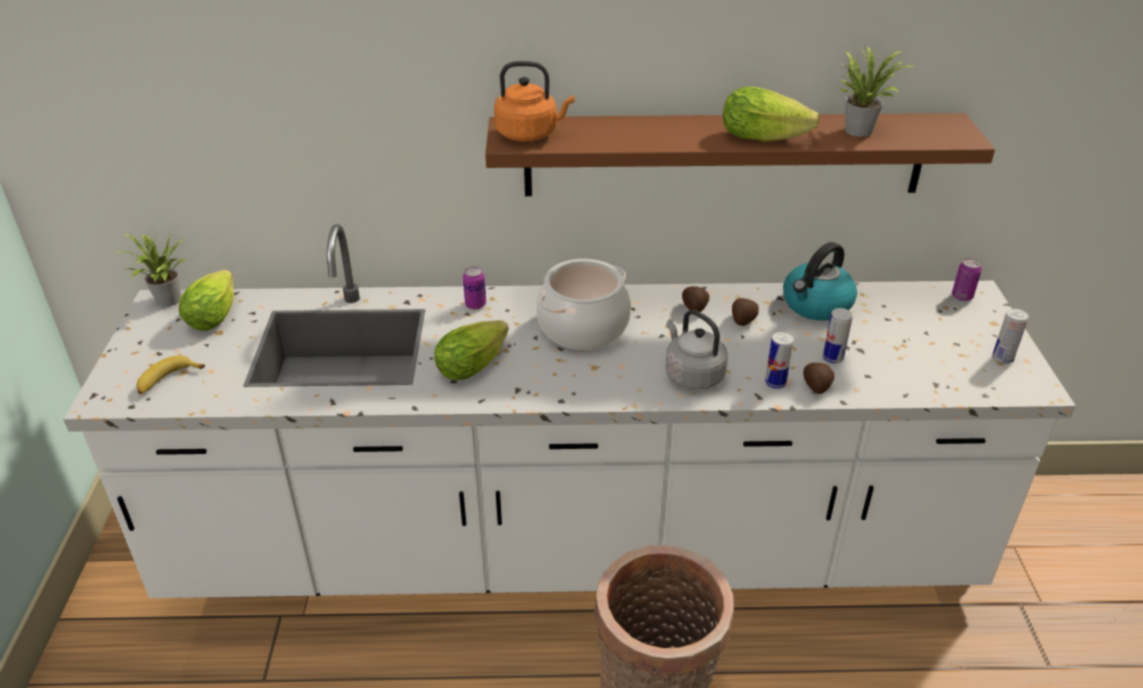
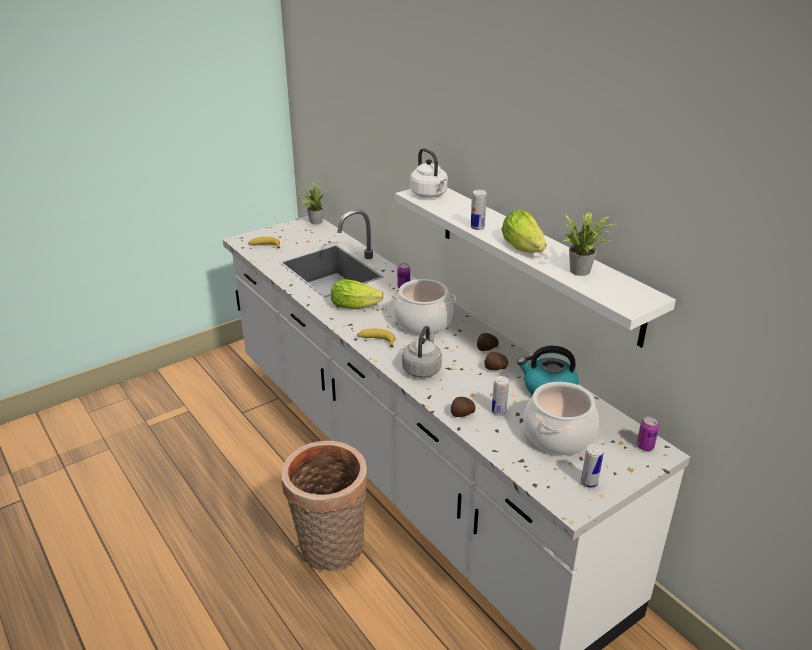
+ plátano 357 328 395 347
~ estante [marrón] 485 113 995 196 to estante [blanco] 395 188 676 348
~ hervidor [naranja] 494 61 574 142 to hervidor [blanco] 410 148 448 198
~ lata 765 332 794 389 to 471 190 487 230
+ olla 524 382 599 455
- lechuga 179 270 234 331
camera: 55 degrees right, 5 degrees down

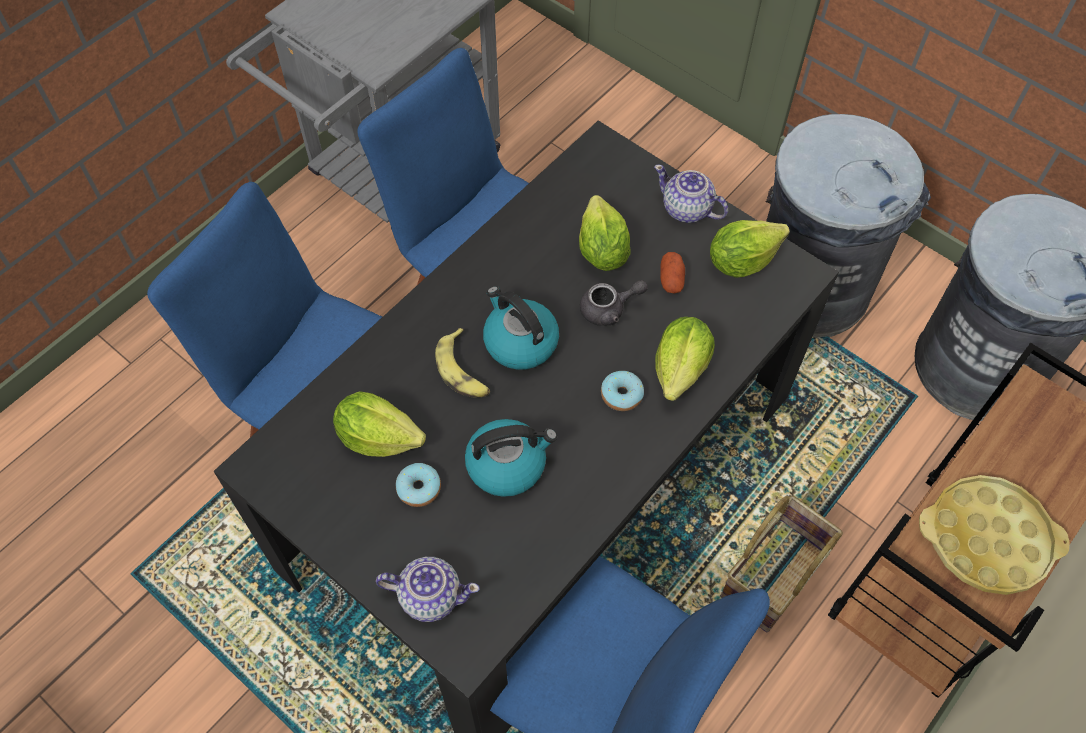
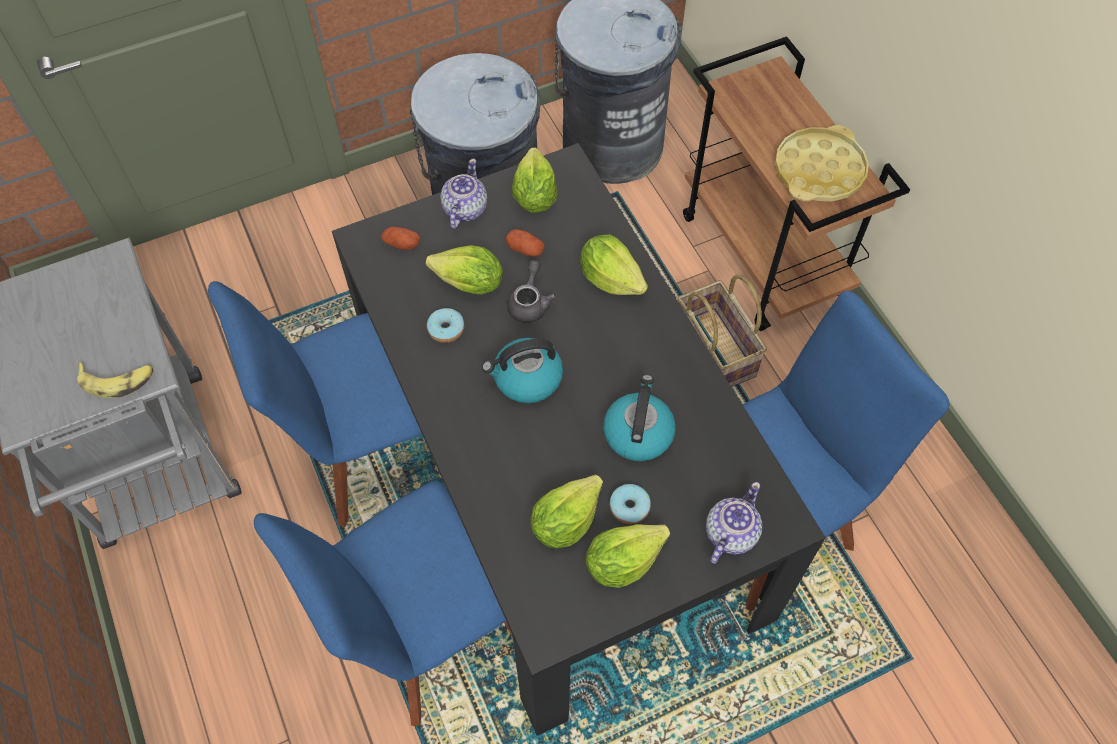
~ plátano 435 328 490 397 to 77 362 153 398
+ patata 381 227 420 250
~ rosquilla 601 371 644 411 to 427 308 464 343
~ tetera 654 165 728 223 = 440 159 488 229 135 degrees clockwise
+ lechuga 586 524 670 588
camera: 65 degrees left, 0 degrees up

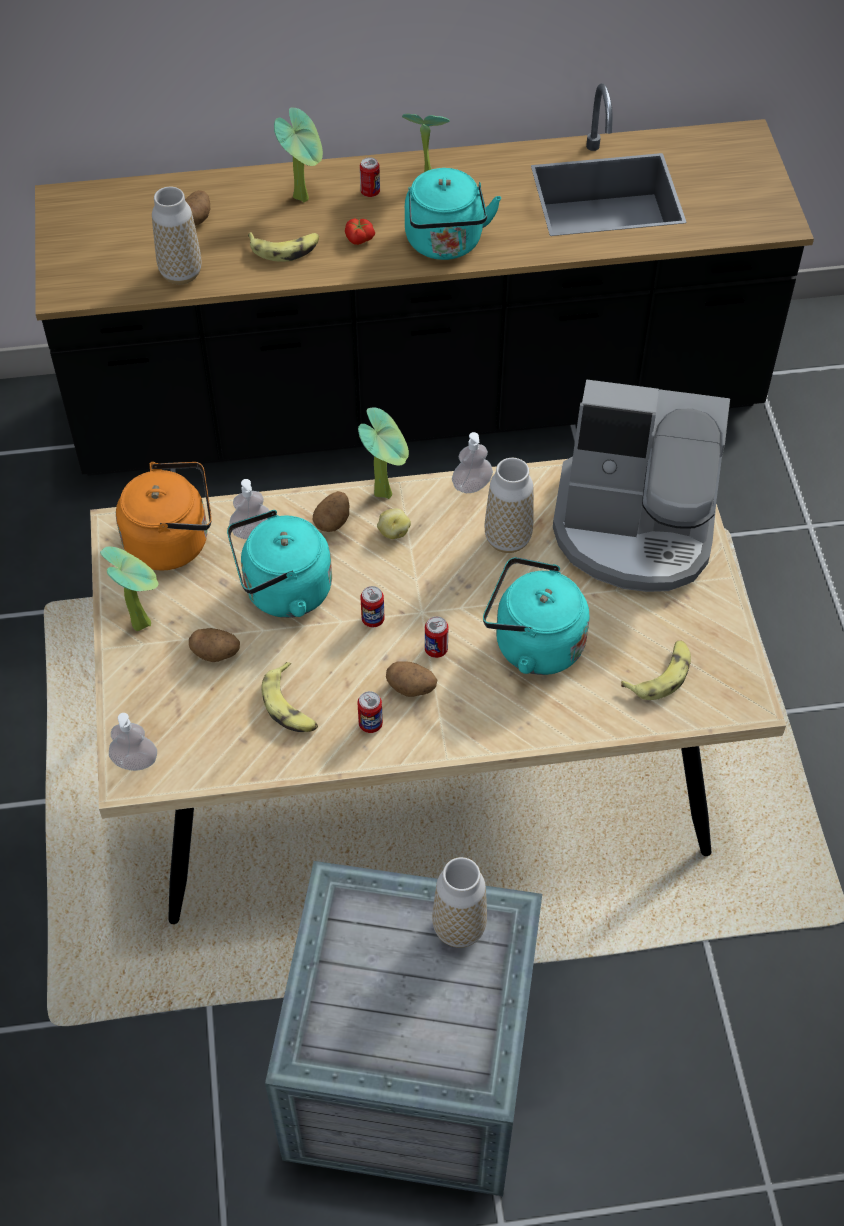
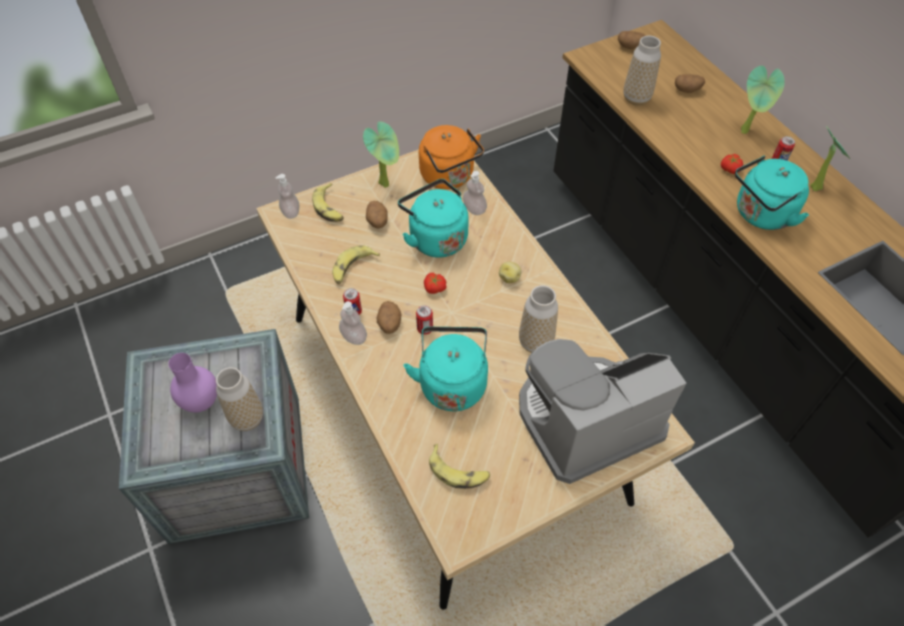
+ florero [morado] 168 353 217 413
~ plátano 248 232 319 262 to 312 183 344 222
~ dispensador de jabón 452 432 493 493 to 339 301 367 345
~ lata 360 586 385 627 to tomate 424 273 447 294
~ cafetera 553 379 730 592 = 519 339 687 484 75 degrees clockwise
~ patata 313 491 349 532 to 618 31 646 49
- planta en maceta 358 407 409 499
camera: 70 degrees right, 0 degrees up

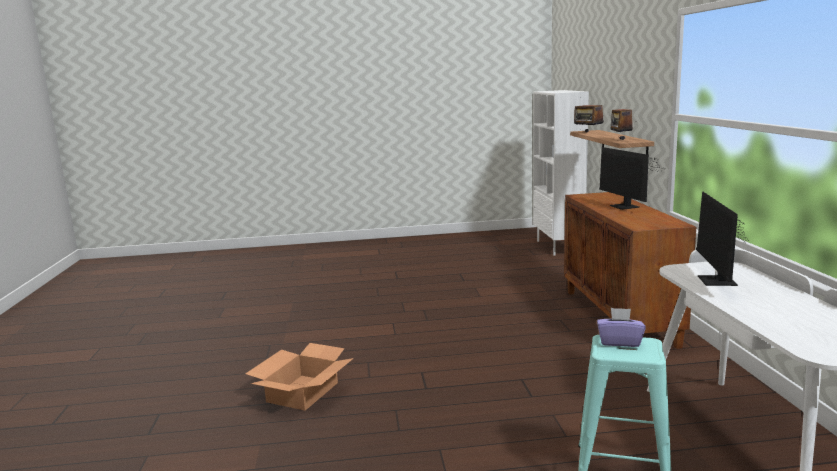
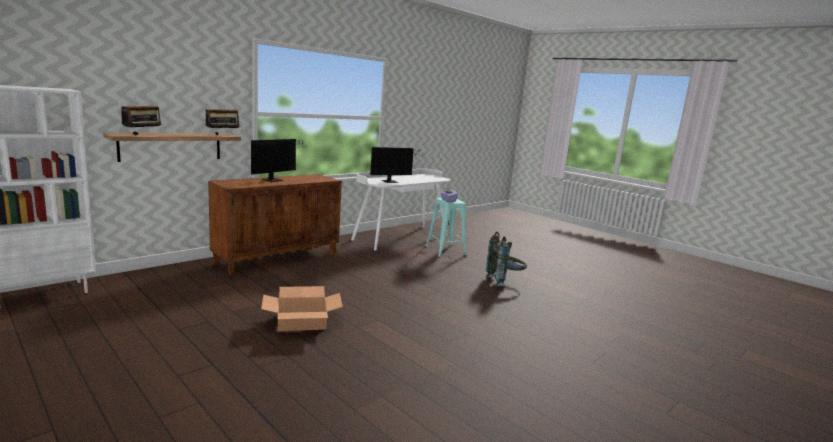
~ caja de cartón 245 343 354 411 to 261 286 343 331
+ mochila [gris] 486 232 527 286
camera: 130 degrees left, 0 degrees up

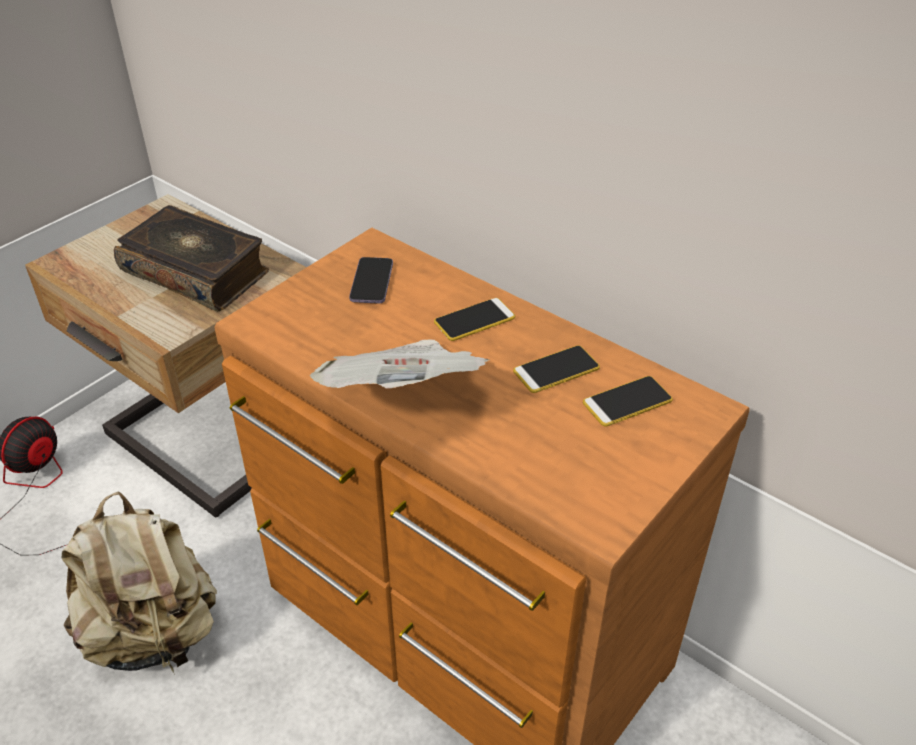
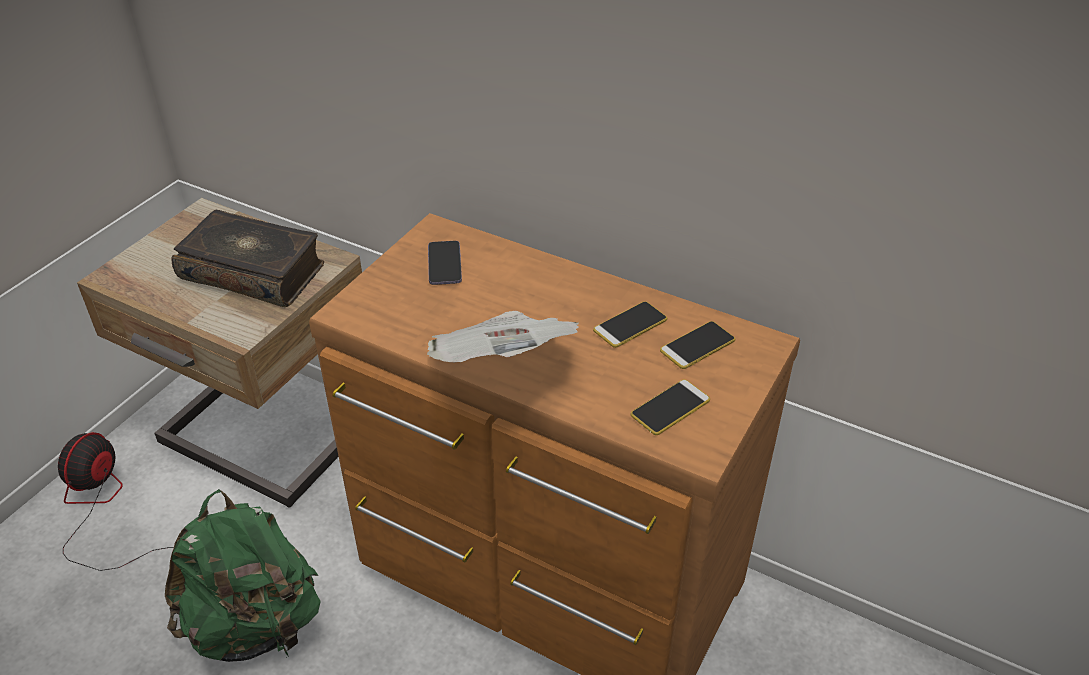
~ mochila [beis] 61 491 217 675 to mochila [verde] 165 489 321 662
~ móvil 434 298 515 341 to 631 379 710 435
camera: 10 degrees left, 0 degrees up

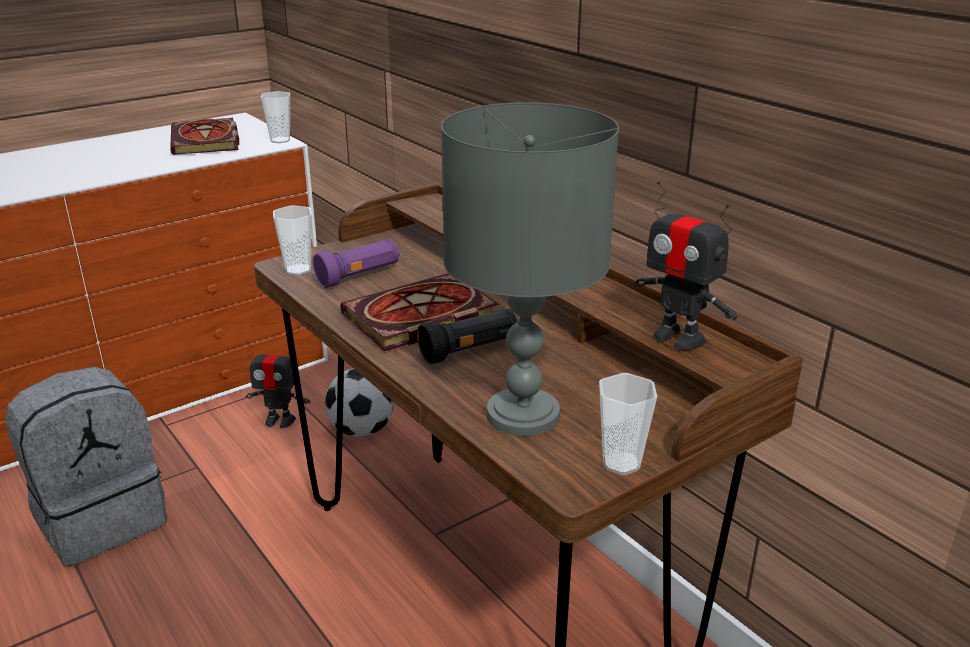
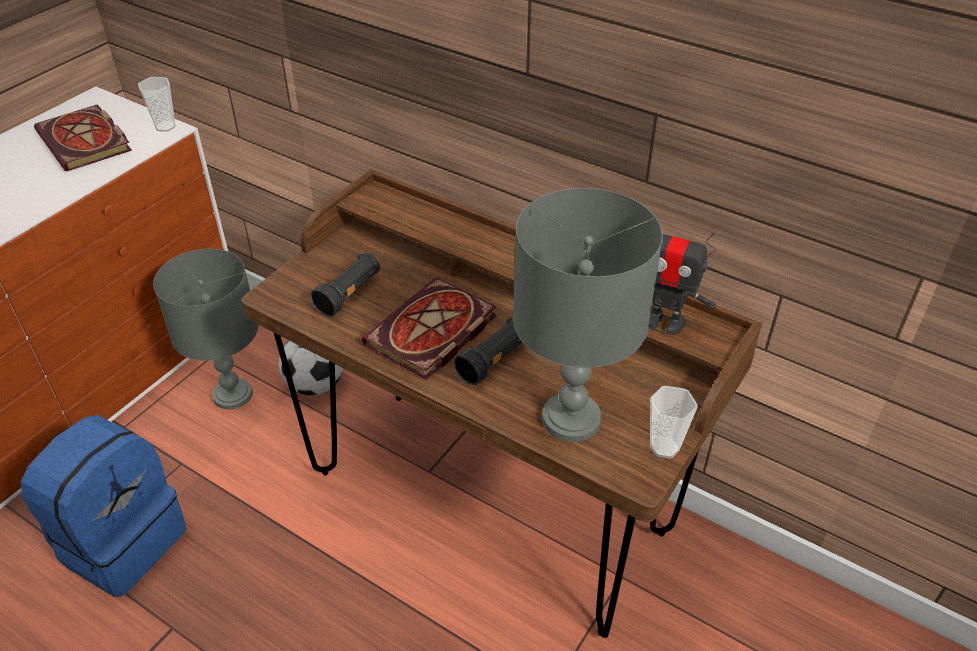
~ mochila [gris] 5 367 167 566 to mochila [azul] 21 415 186 597
~ robot de juguete 246 341 310 428 to lámpara de mesa [gris] 153 249 258 410
~ linterna [morado] 313 239 400 288 to linterna [negro] 311 253 380 317
- taza 273 205 312 275
camera: 20 degrees left, 15 degrees up

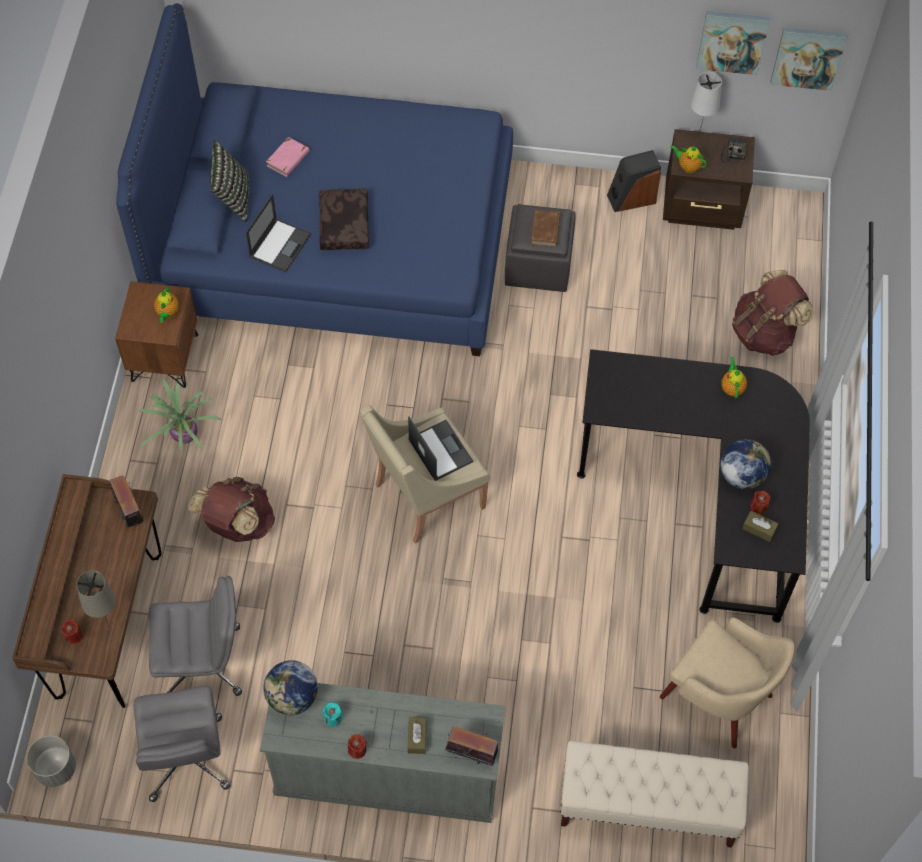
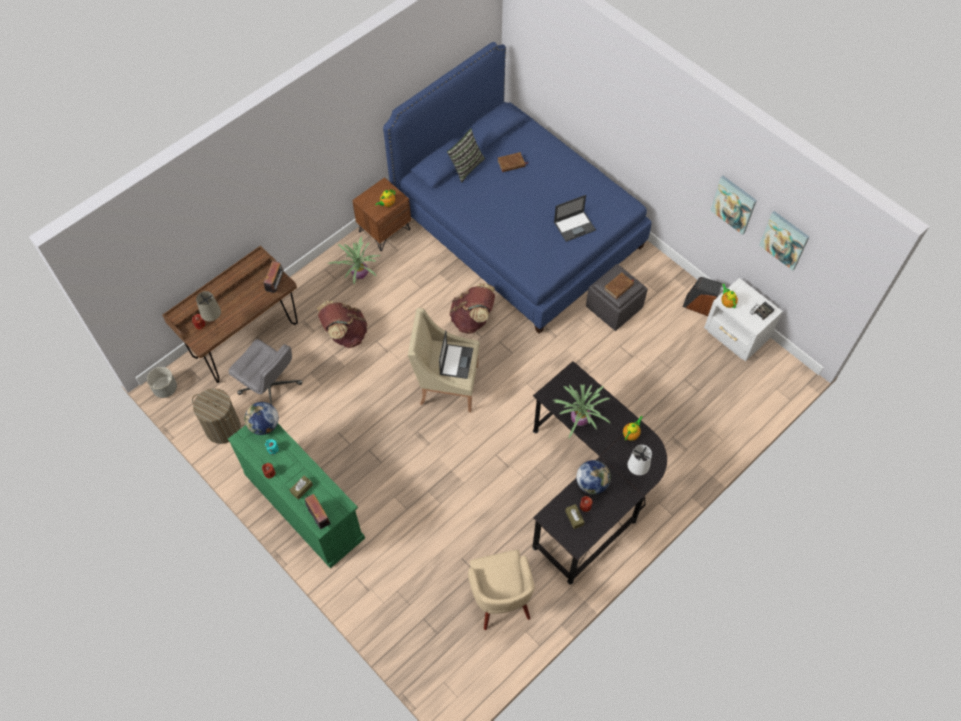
~ silla de oficina [gris] 134 686 230 802 to cesto de la ropa 192 388 241 444
~ cómoda [gris] 260 683 505 823 to cómoda [verde] 228 424 365 568
~ mochila [marrón] 732 270 814 356 to 449 283 495 334
~ libro [rosa] 266 137 309 177 to libro [marrón] 498 152 528 172
+ planta en maceta 553 384 611 438
~ portátil 246 194 311 272 to 554 195 596 242
~ lámpara de mesa [blanco] 691 72 722 140 to 628 445 652 478
~ mesita de noche [marrón] 663 129 755 230 to mesita de noche [blanco] 704 278 783 361
~ cuadro 770 28 847 91 to 711 176 757 235
- cojín [marrón] 319 189 369 250
- banco [beis] 560 740 749 848
camera: 40 degrees right, 0 degrees up

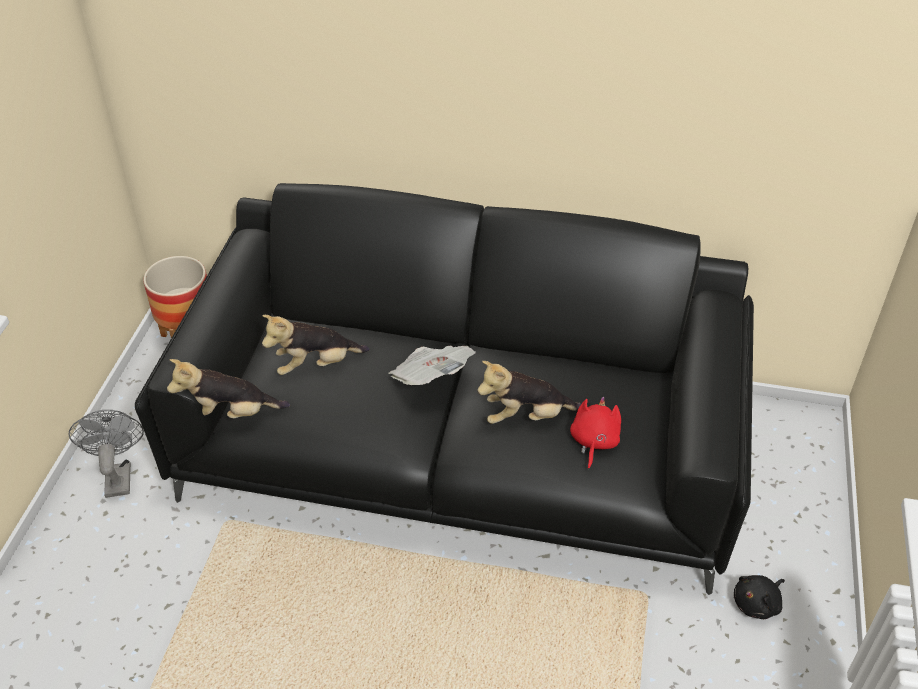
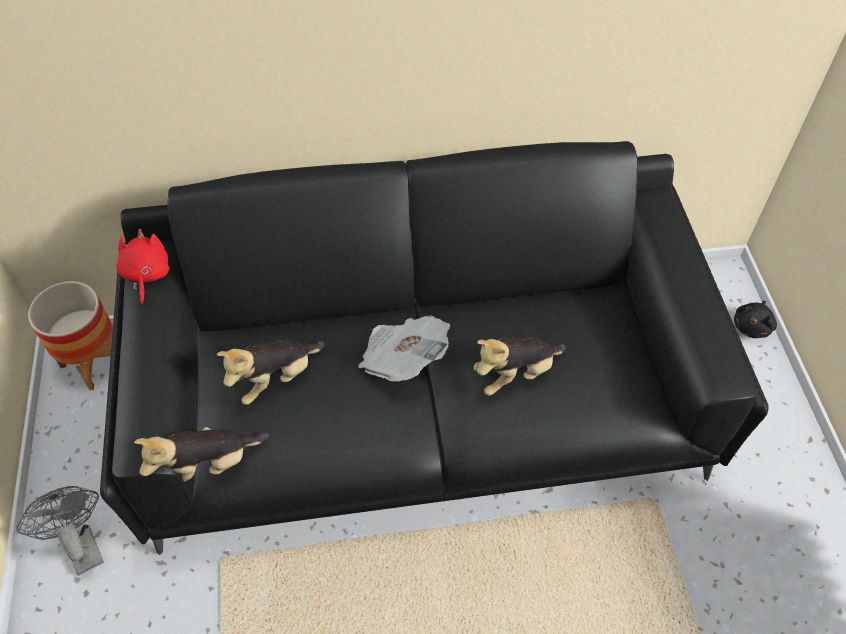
~ peluche [rojo] 570 397 621 469 to 116 229 169 305
~ peluche [negro] 734 575 785 619 to 734 301 777 338
camera: 20 degrees left, 10 degrees up

